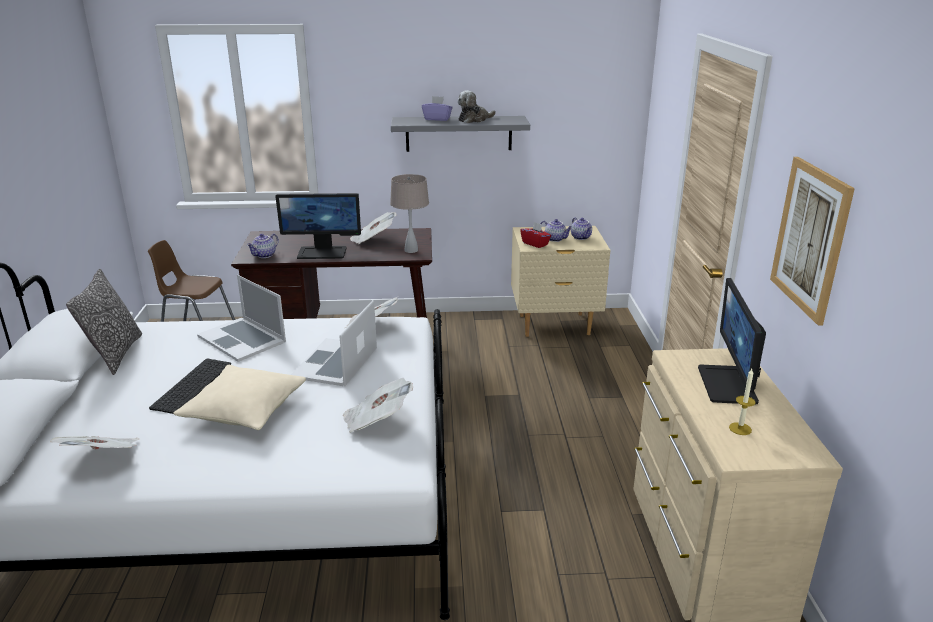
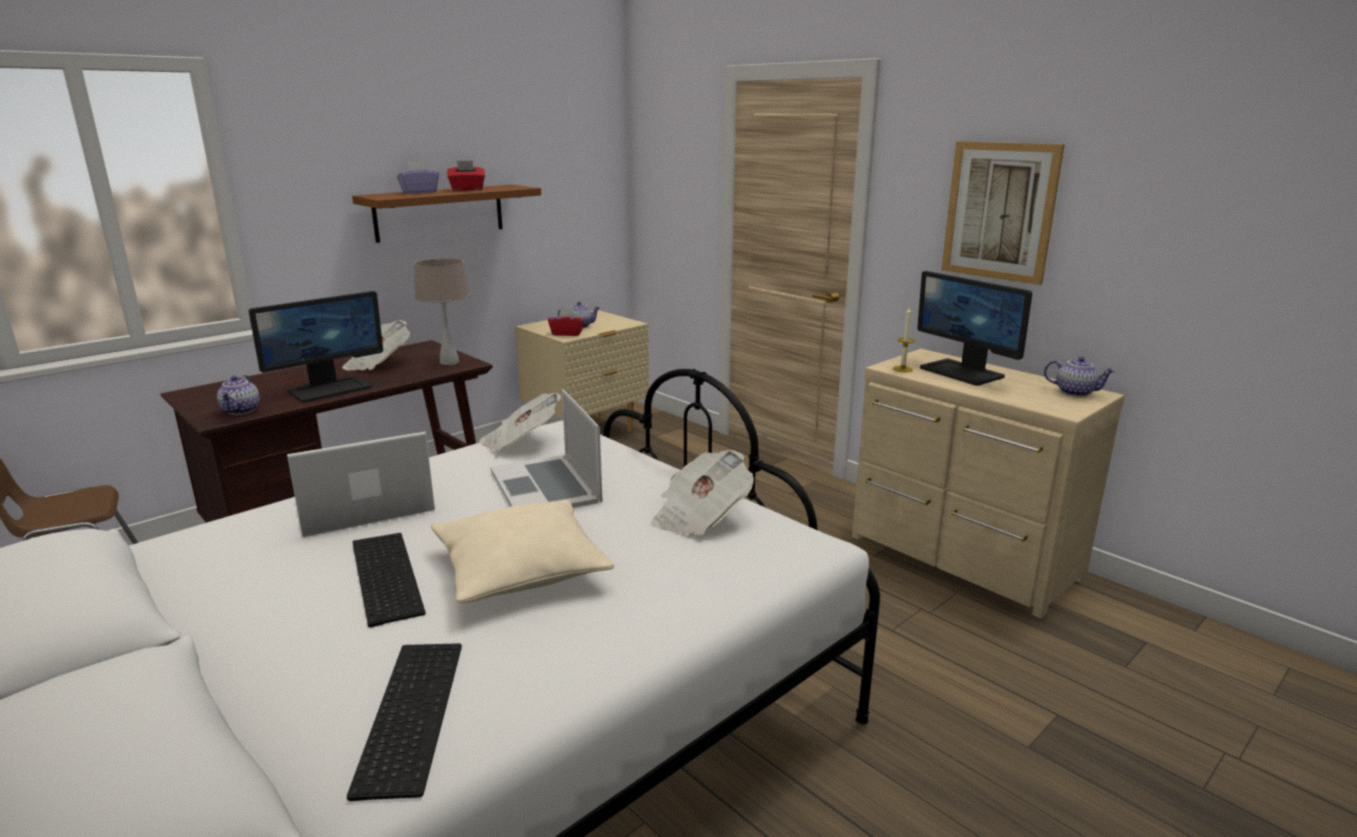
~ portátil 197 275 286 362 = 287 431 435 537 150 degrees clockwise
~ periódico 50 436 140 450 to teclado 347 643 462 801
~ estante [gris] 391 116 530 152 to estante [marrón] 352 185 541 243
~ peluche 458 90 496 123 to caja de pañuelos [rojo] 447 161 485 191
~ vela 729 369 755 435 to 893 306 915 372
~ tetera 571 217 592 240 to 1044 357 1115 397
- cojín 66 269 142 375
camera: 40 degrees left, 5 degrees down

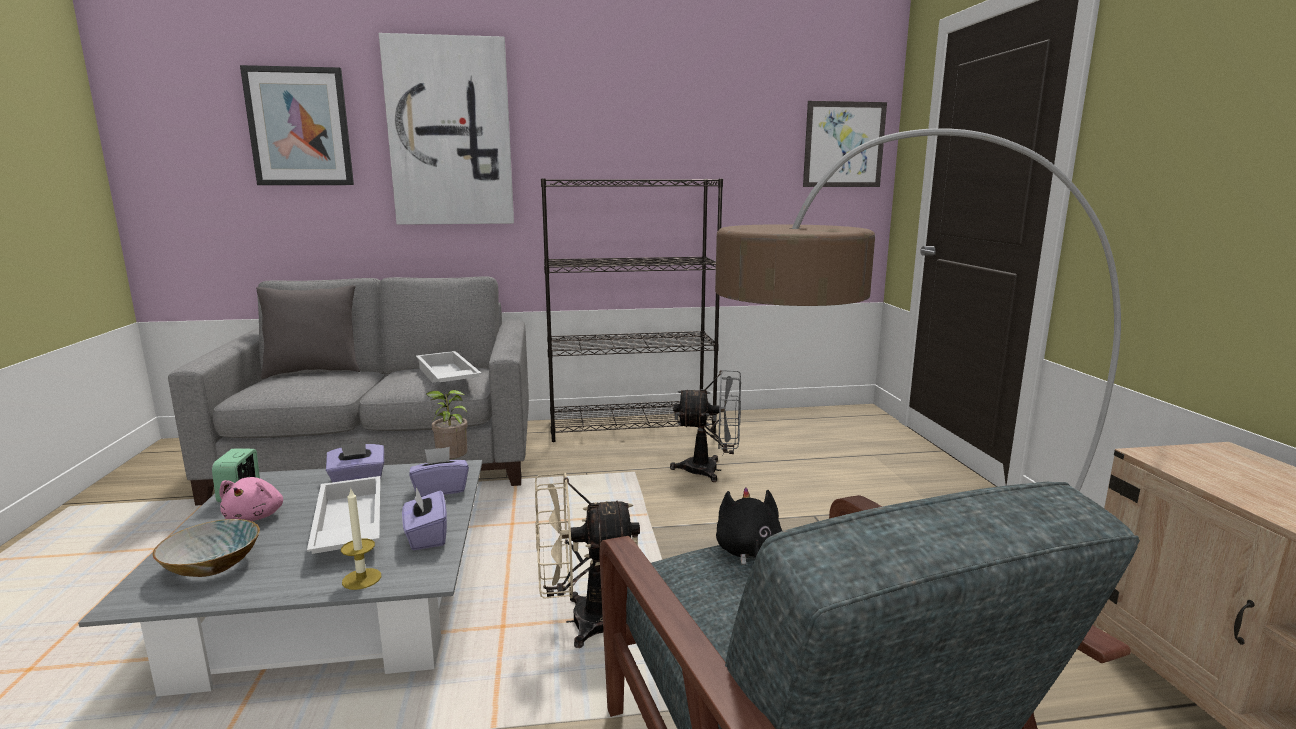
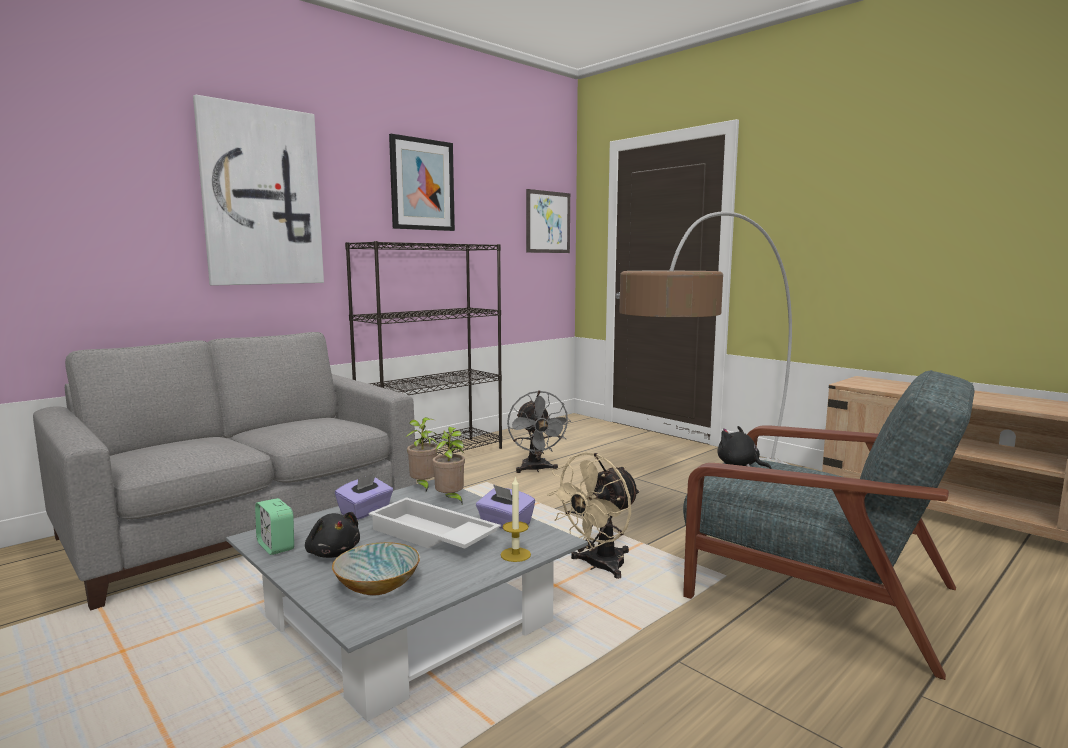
~ peluche [rosa] 219 477 283 521 to peluche [negro] 305 512 360 558
~ cuadro 240 65 354 185 to 389 134 455 231
~ caja de pañuelos [morado] 409 447 469 497 to planta en maceta 432 427 465 503
~ ventilador [gris] 670 370 741 482 = 507 390 571 473 105 degrees clockwise
- cojín [gris] 256 285 360 379
- bandeja [blanco] 416 351 482 383
camera: 35 degrees left, 5 degrees down

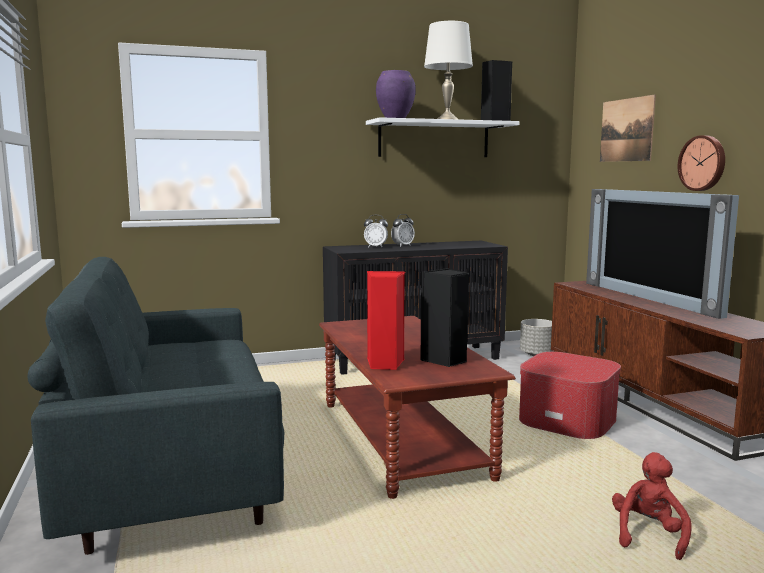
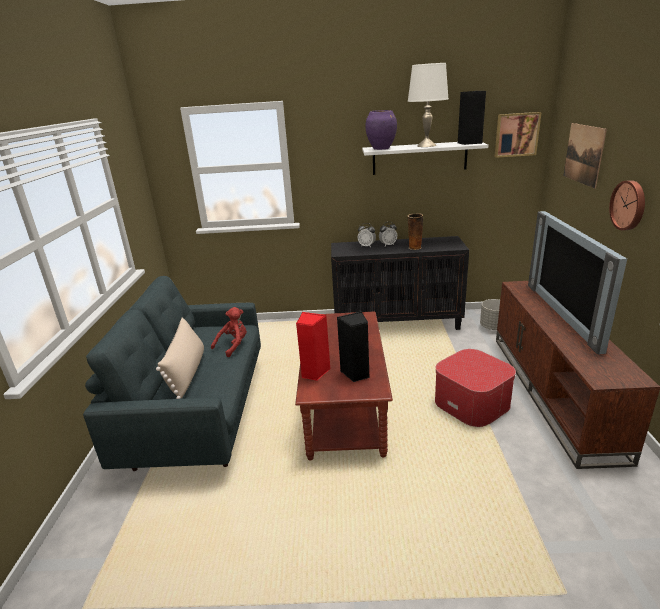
+ cojín [beis] 156 318 204 399
~ peluche [rojo] 612 452 691 560 to 211 307 247 357
+ florero 408 213 423 250
+ cuadro 495 112 542 158
camera: 20 degrees right, 15 degrees up

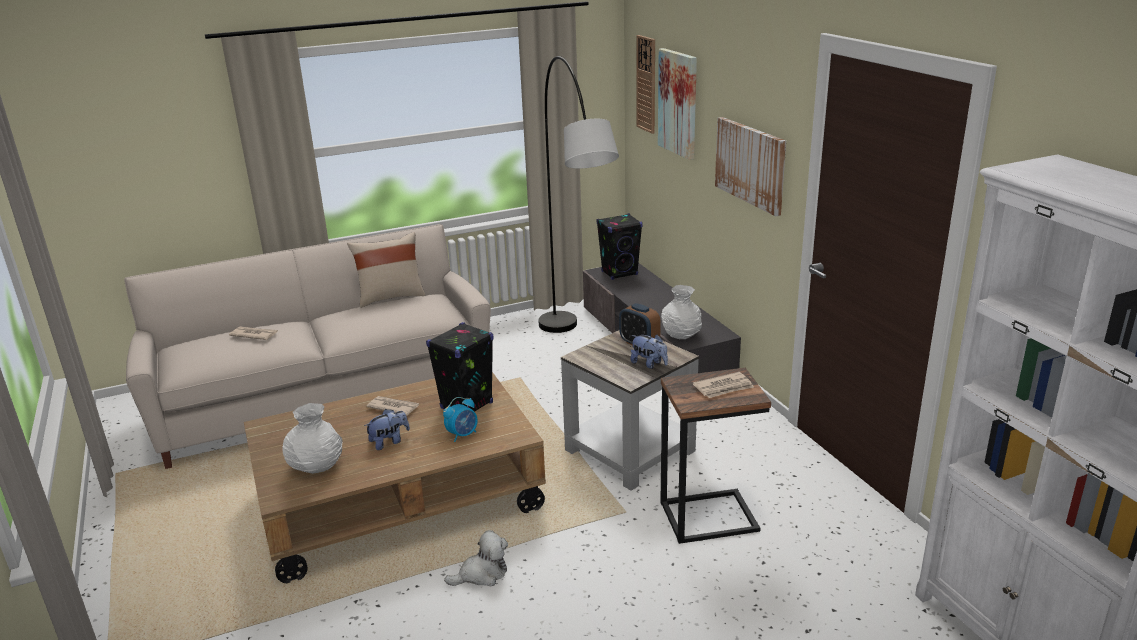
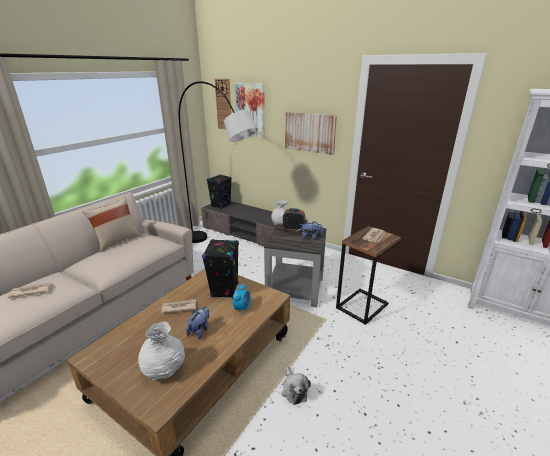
~ peluche 444 530 508 587 = 281 366 311 405 135 degrees clockwise
camera: 35 degrees left, 0 degrees up

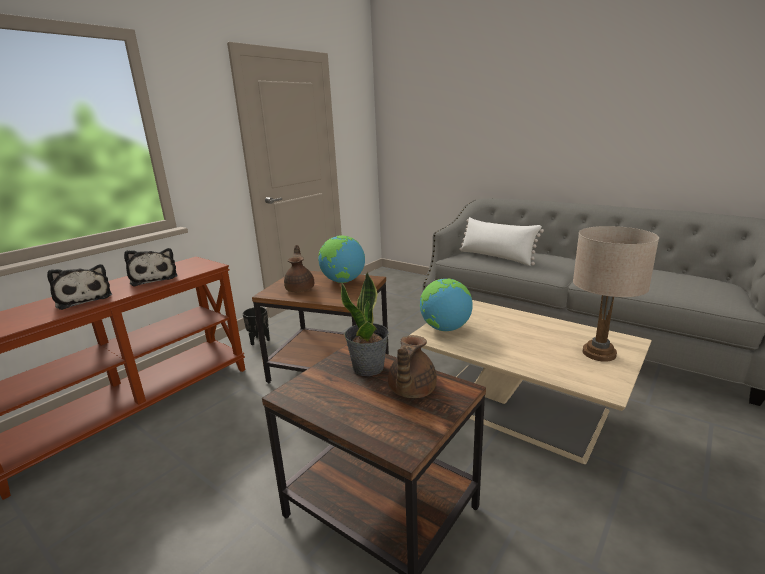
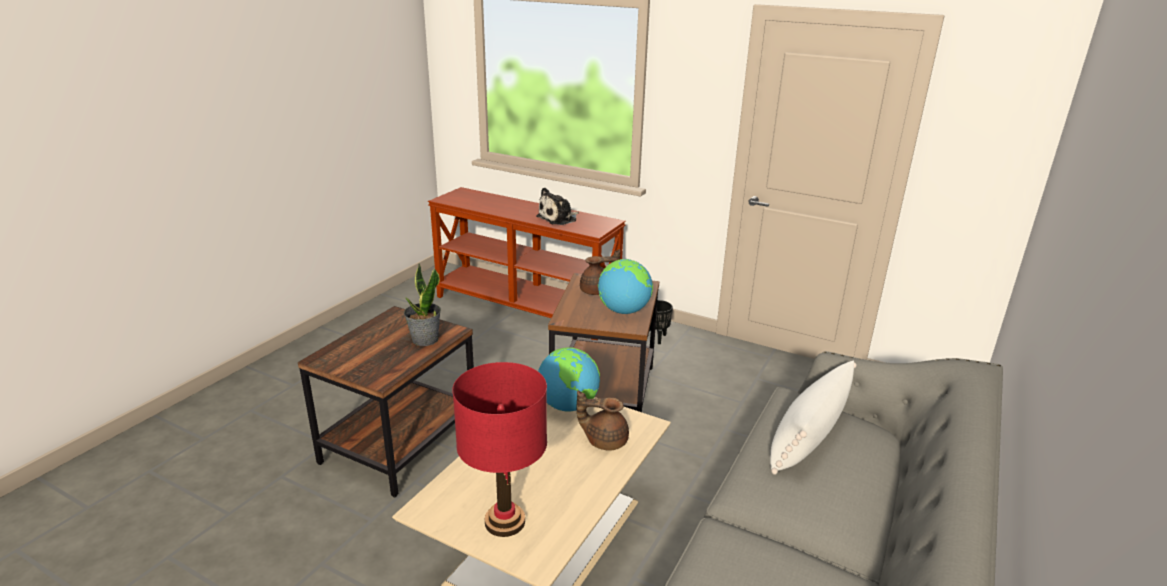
~ lámpara de mesa [beis] 573 226 659 362 to lámpara de mesa [rojo] 452 362 547 537
~ tetera [marrón] 388 335 437 398 to 577 390 629 451
- peluche 47 264 112 310
camera: 80 degrees right, 5 degrees up

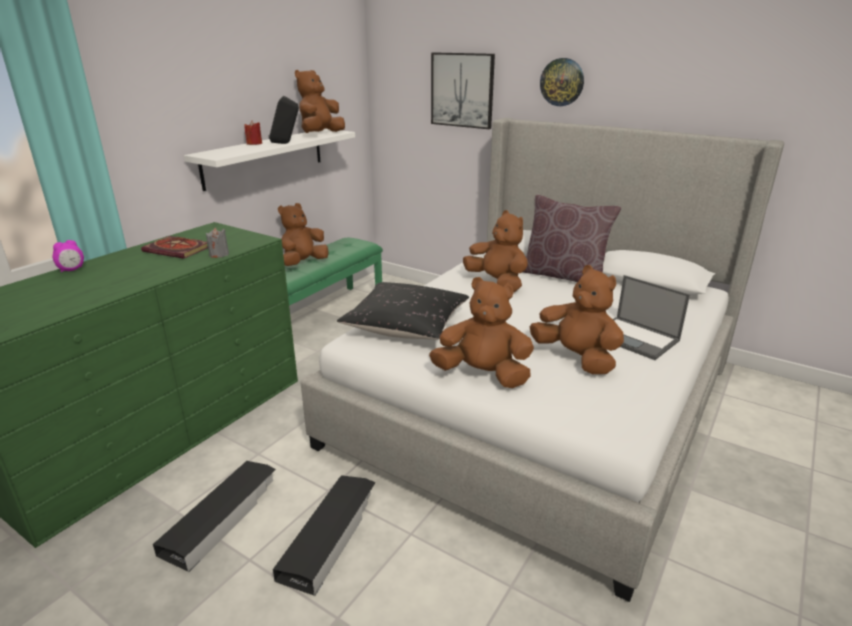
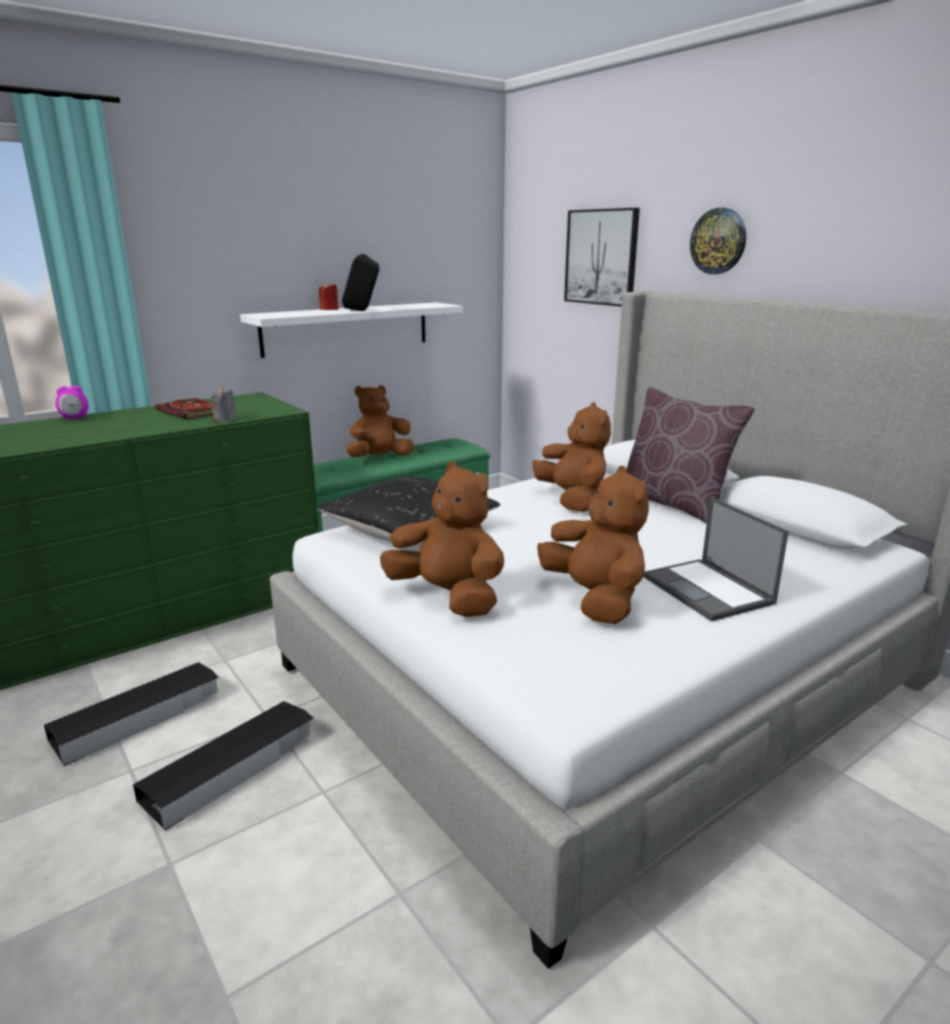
- peluche [marrón] 295 70 345 133
camera: 20 degrees right, 5 degrees down

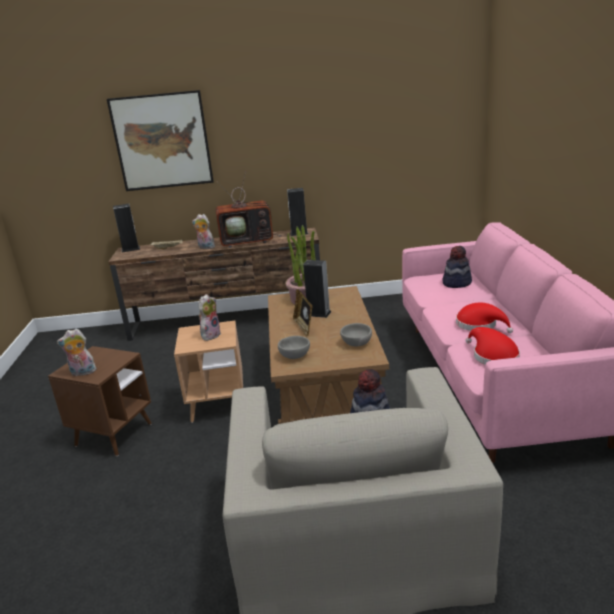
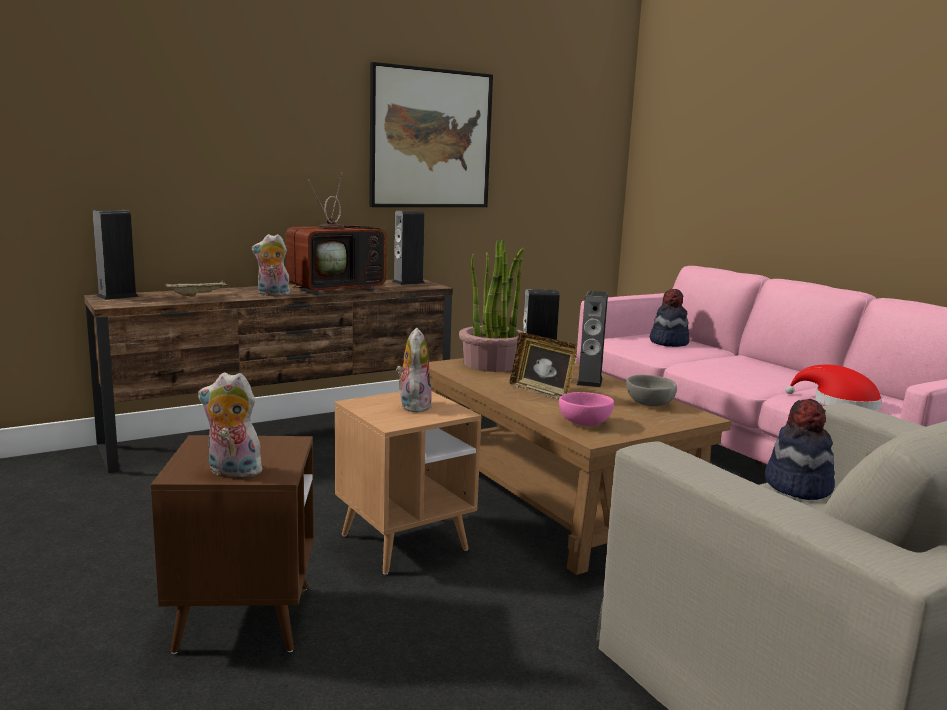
~ peluche 57 329 97 376 = 198 373 265 480 45 degrees clockwise
~ cuadro 107 90 214 191 to 369 62 493 207
~ cuenco [gris] 278 336 310 359 to cuenco [rosa] 559 392 614 426
+ altavoz 577 291 608 388
- sombrero [rojo] 456 303 513 333
camera: 30 degrees left, 10 degrees down

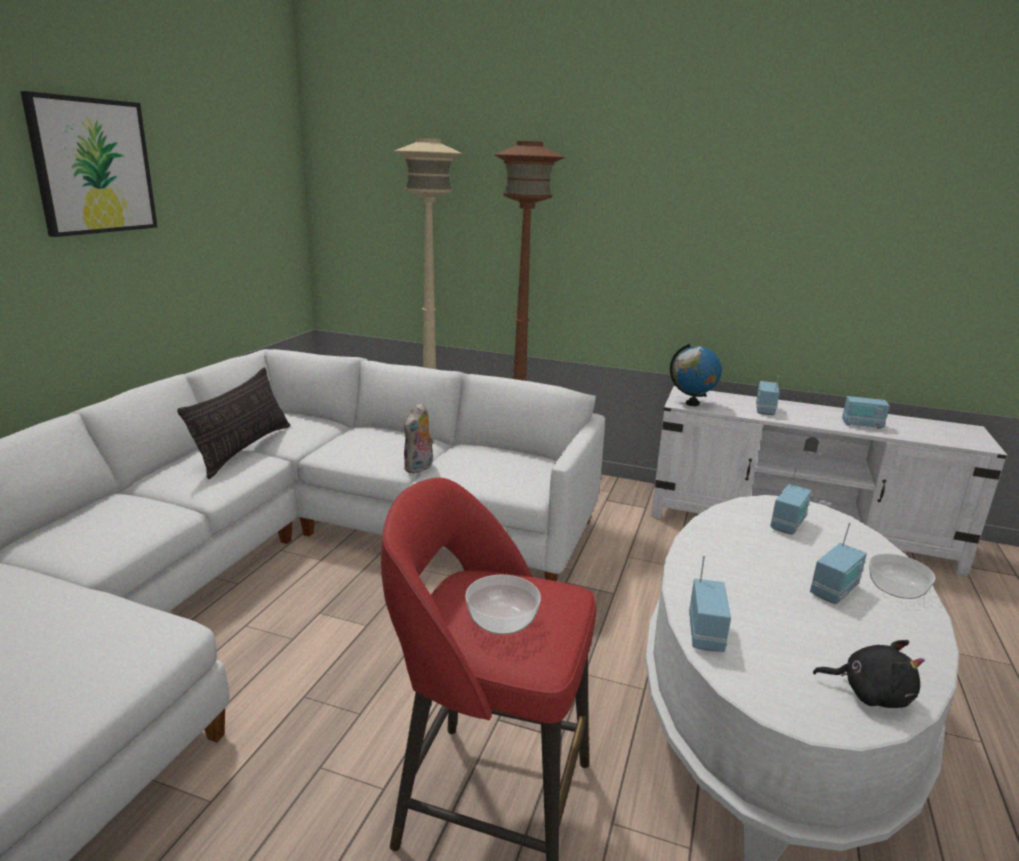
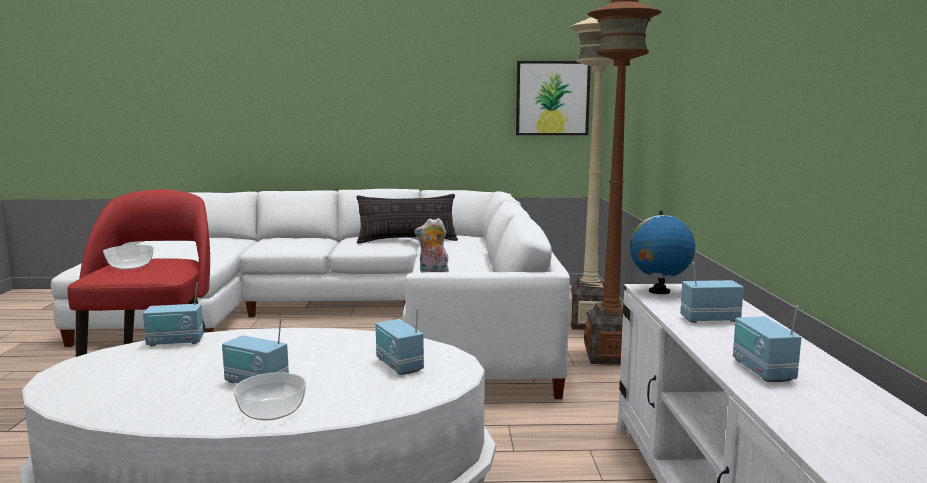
~ radio 770 466 811 535 = 376 308 424 375 45 degrees clockwise
~ cuadro 21 91 157 237 to 516 61 591 135
- peluche [negro] 813 640 925 708
camera: 70 degrees right, 10 degrees down

